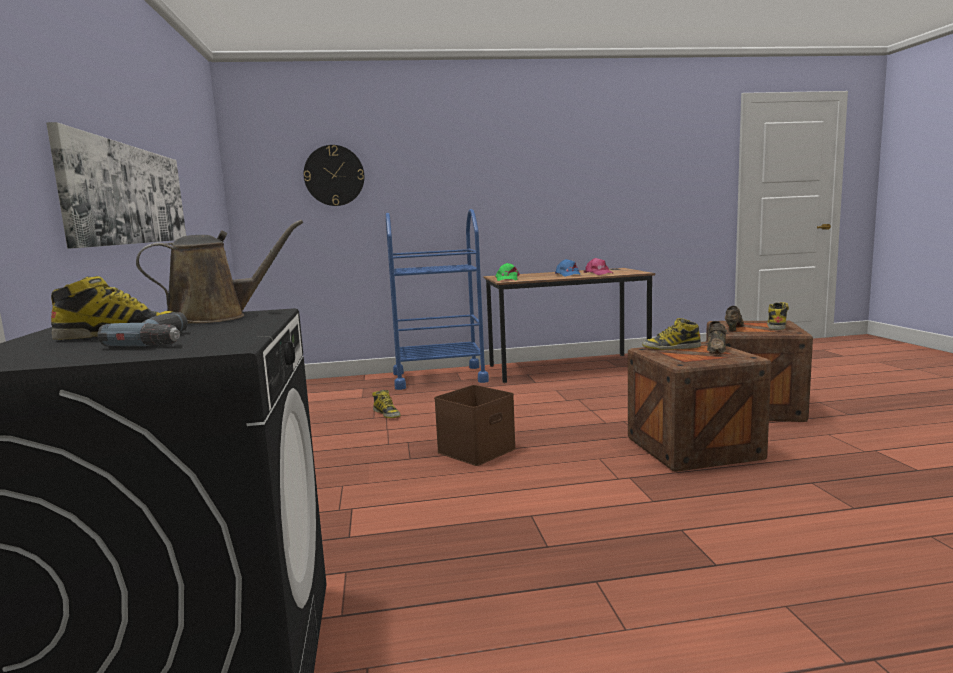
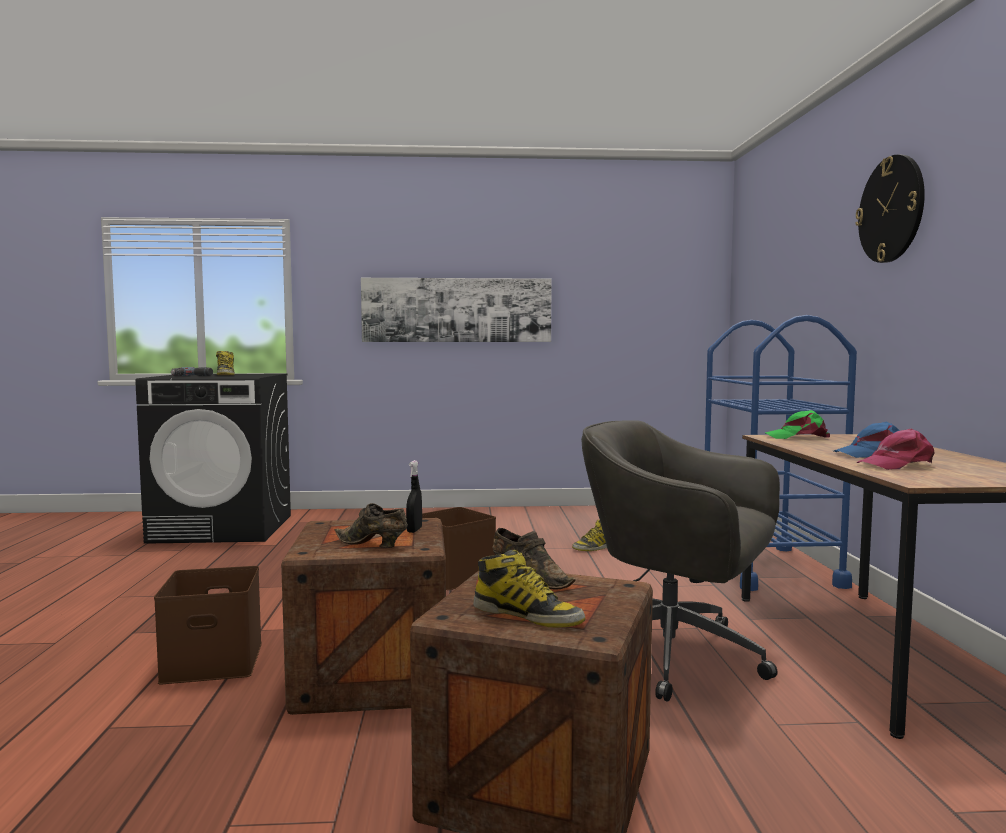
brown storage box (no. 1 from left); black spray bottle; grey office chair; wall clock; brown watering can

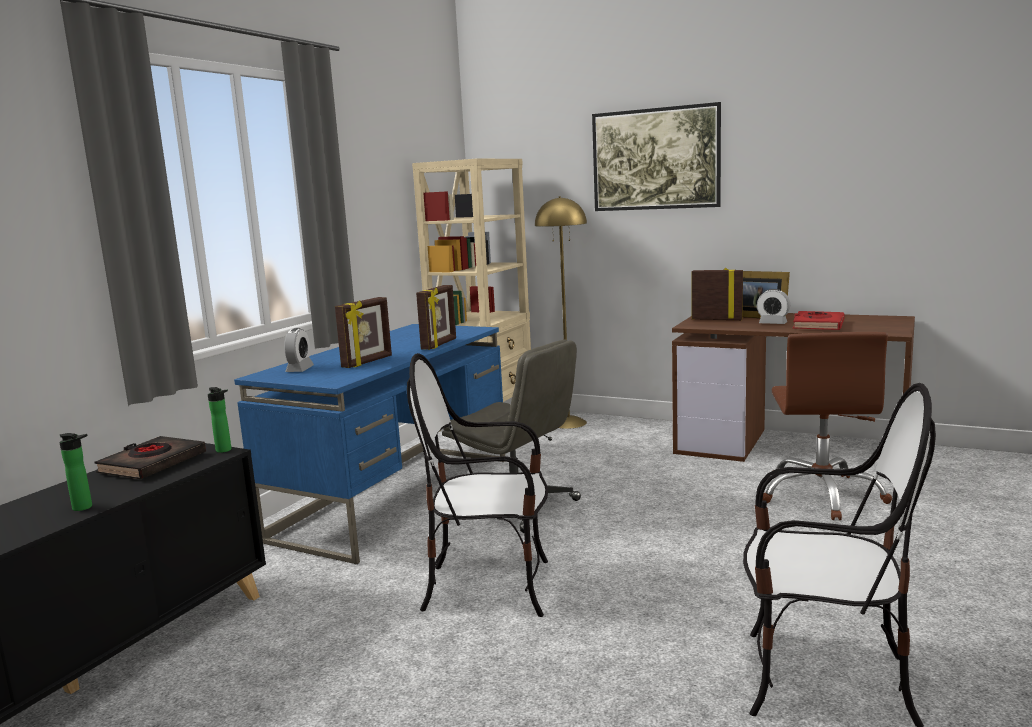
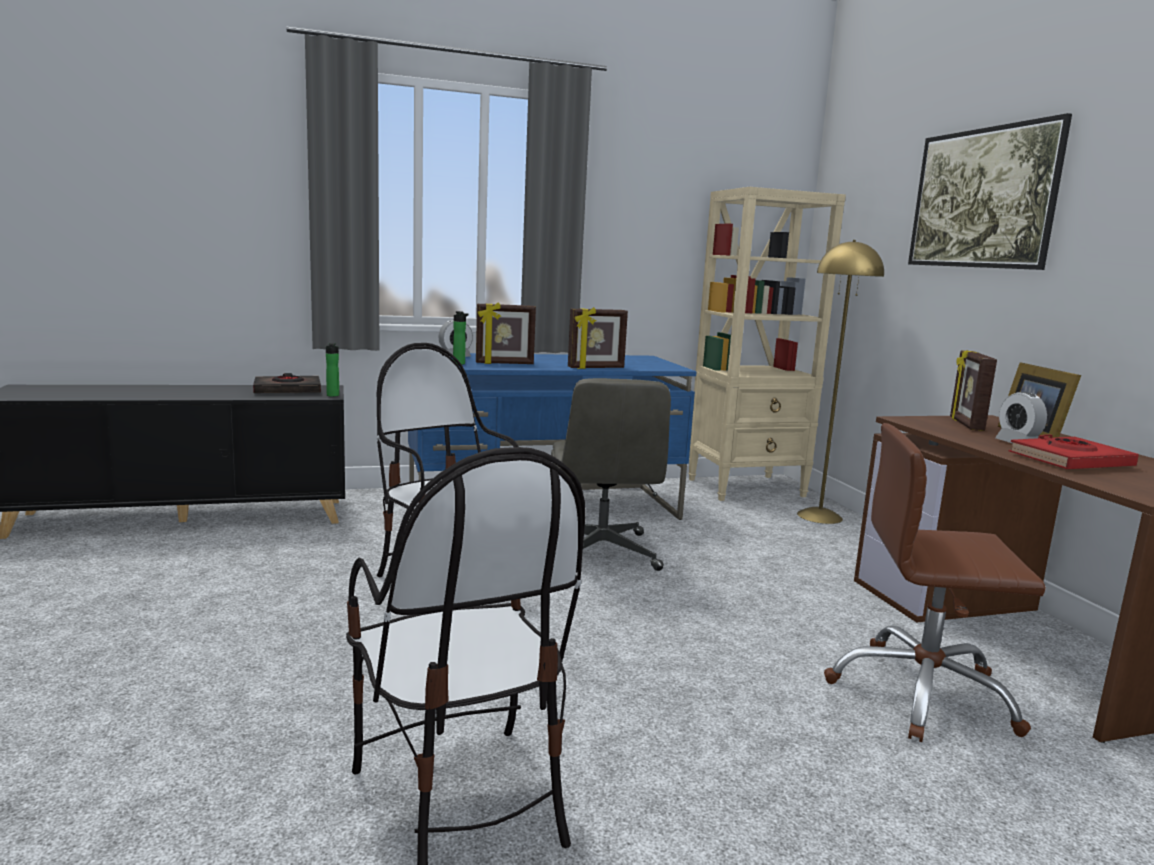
bottle (no. 2 from left); brown office chair; picture frame (no. 3 from left)

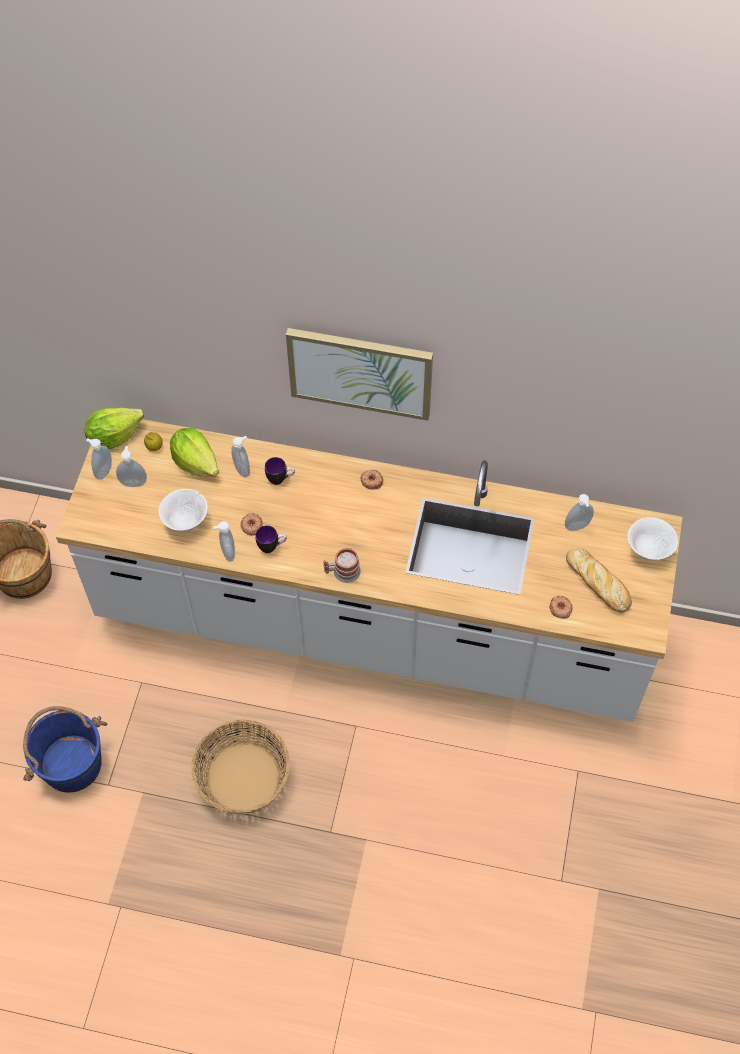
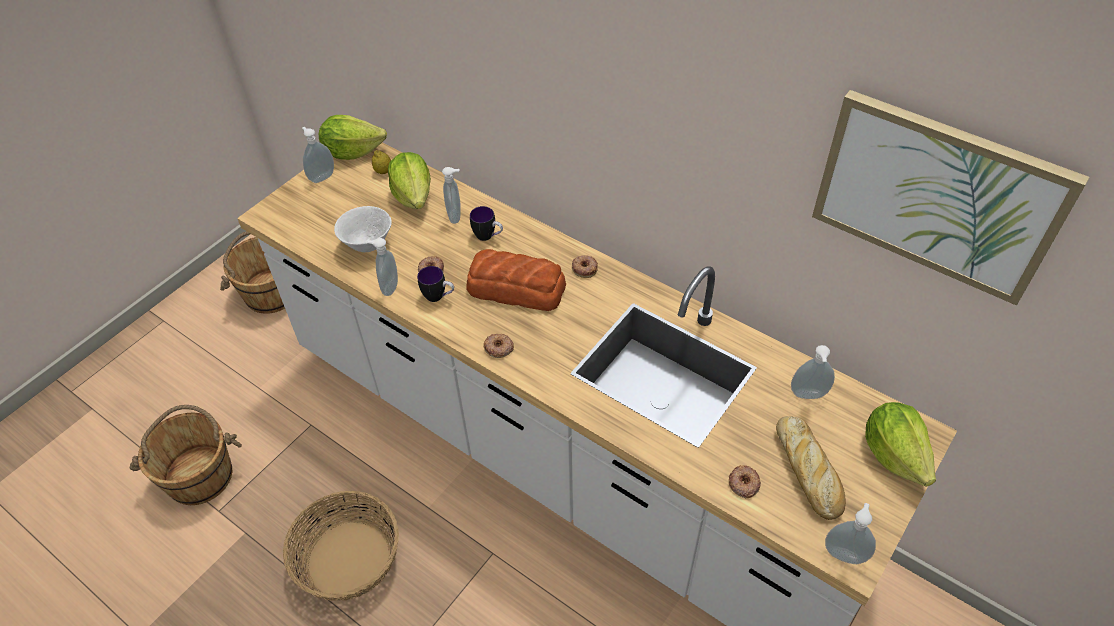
brown bucket (no. 1 from left); bread (no. 1 from left); donut (no. 2 from left); picture; soap dispenser (no. 5 from left); lettuce (no. 3 from left)

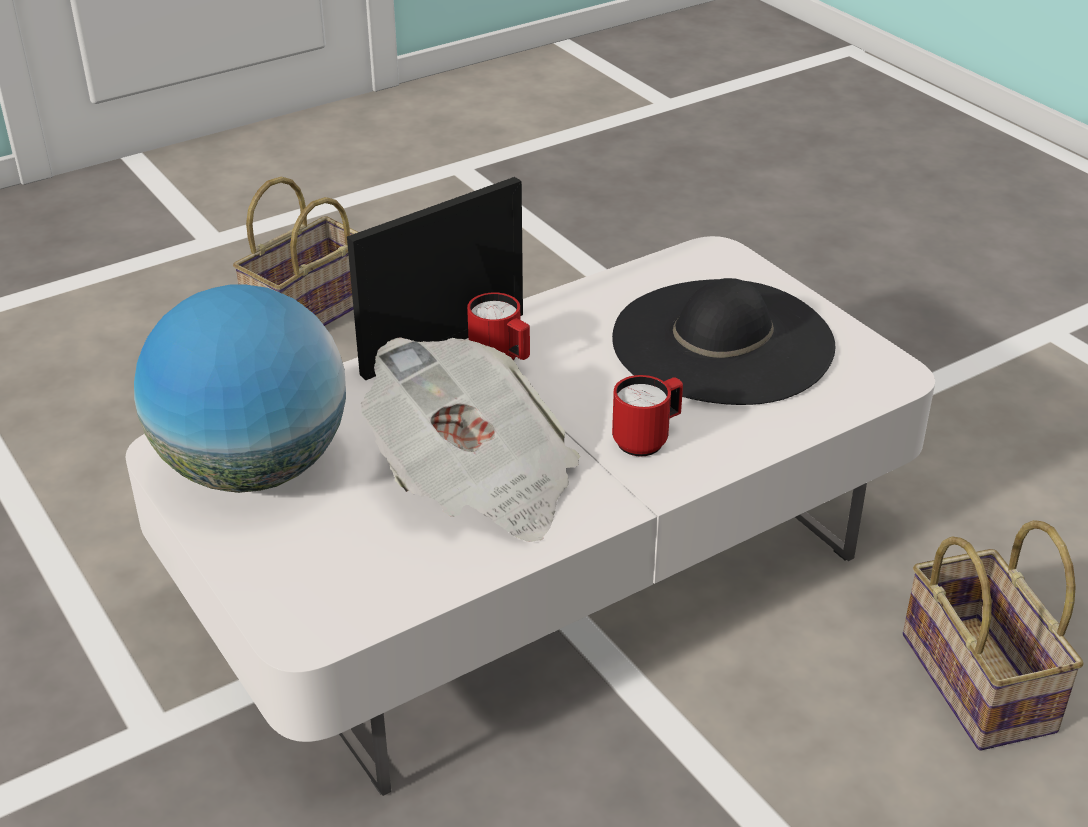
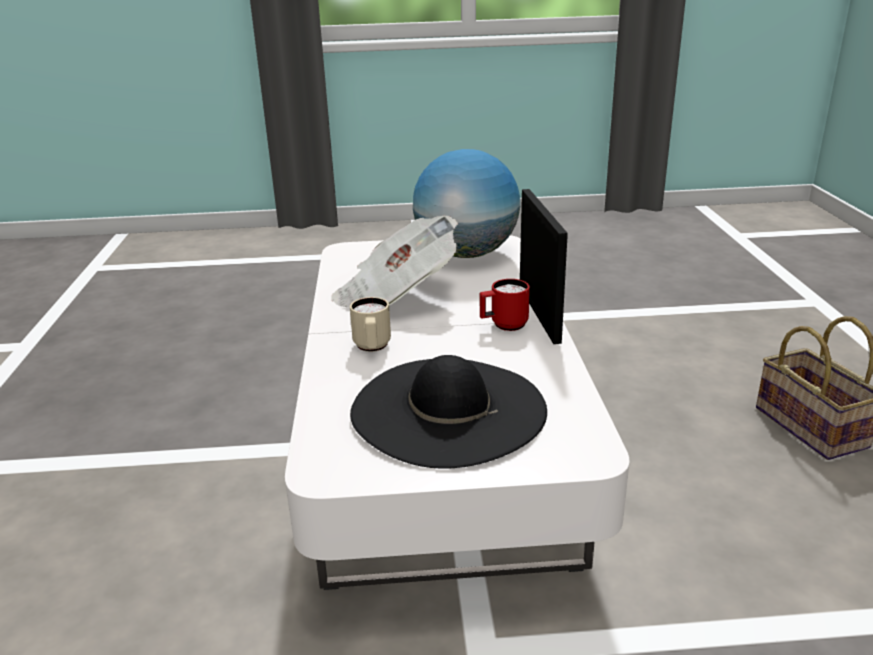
beige mug; basket (no. 2 from left in the first image)

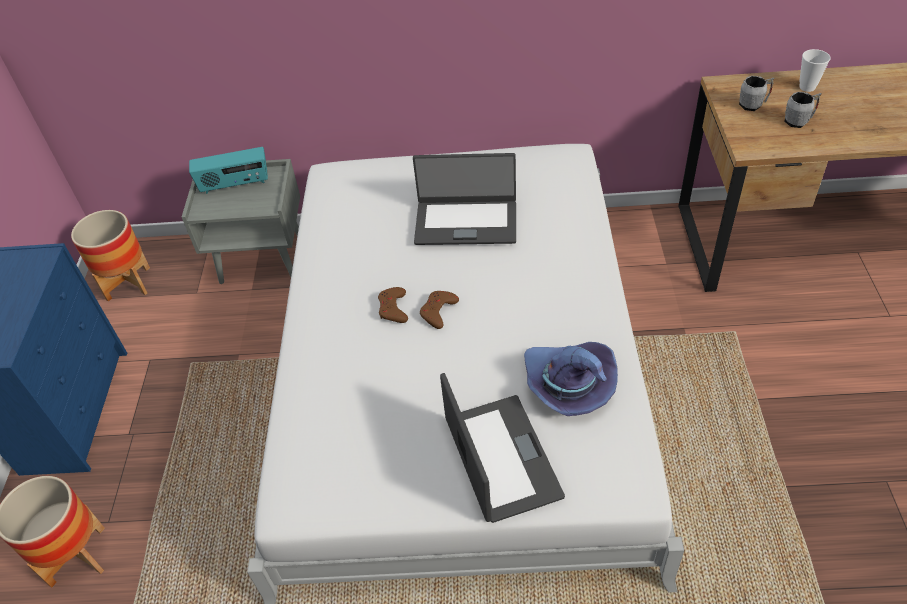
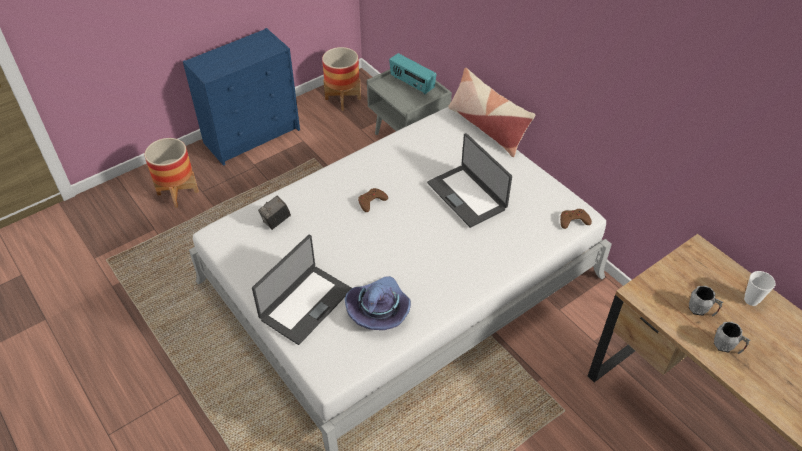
photo camera; pillow; brown game controller (no. 2 from left); grey mug (no. 2 from left)

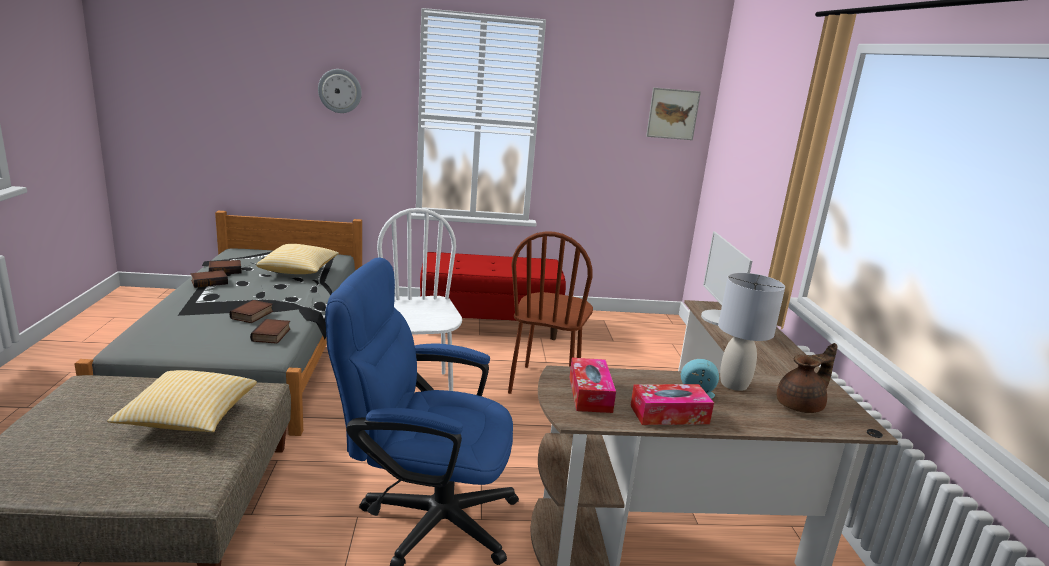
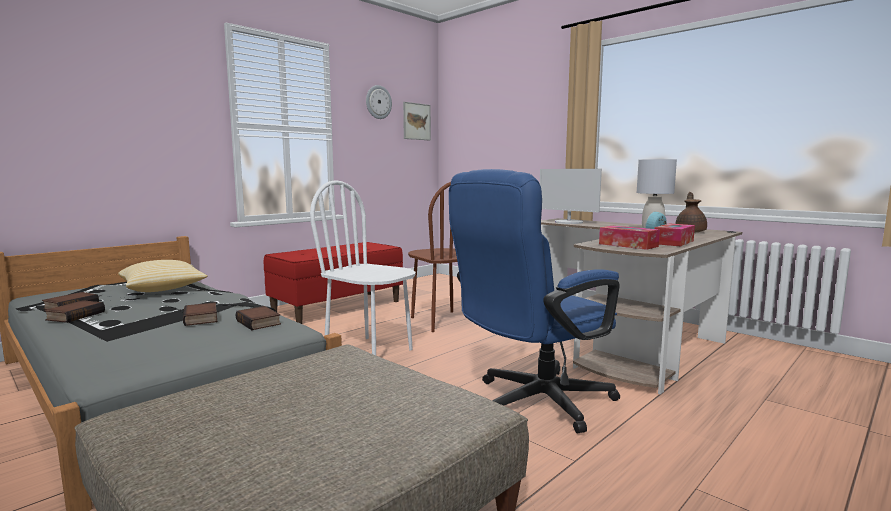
wall clock; pillow (no. 1 from left in the first image)

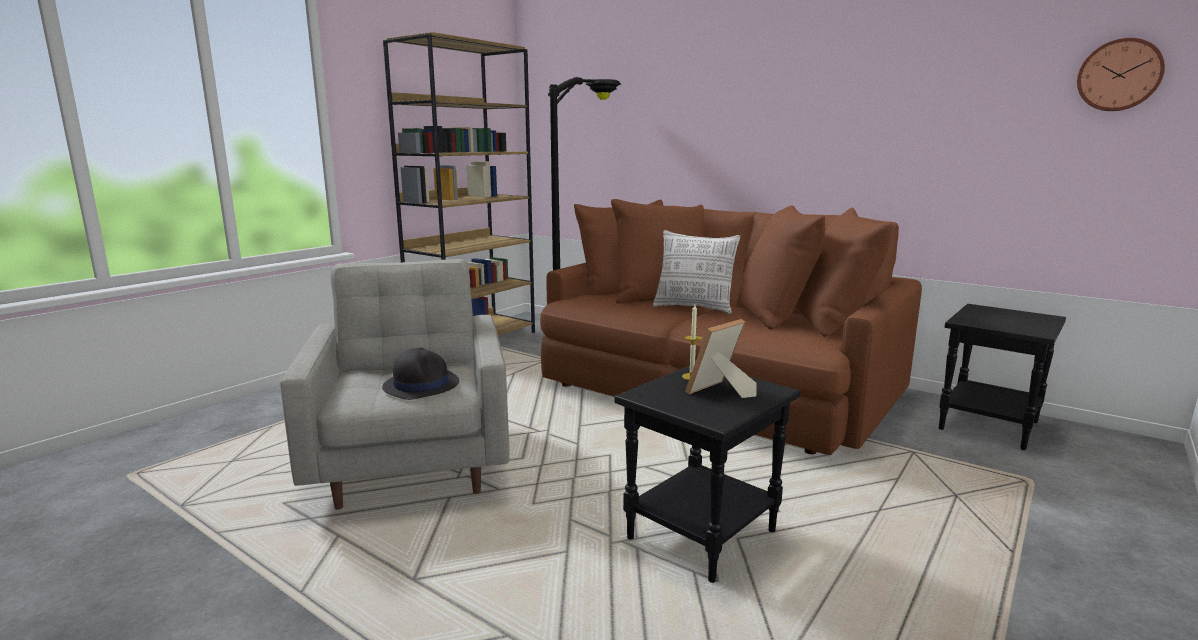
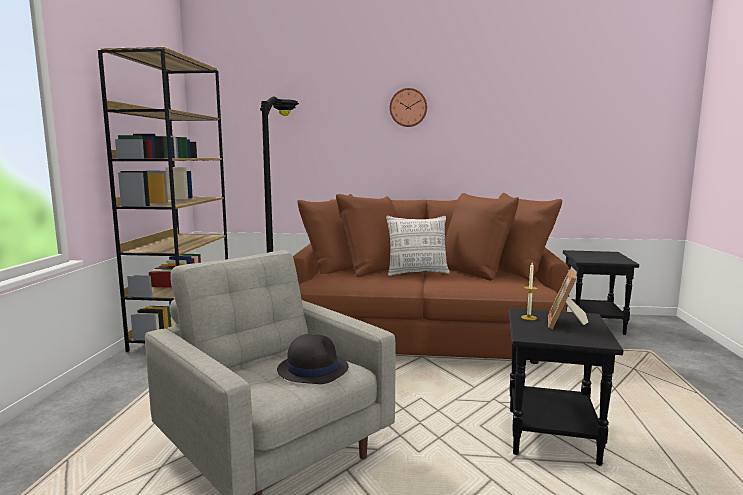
wall clock

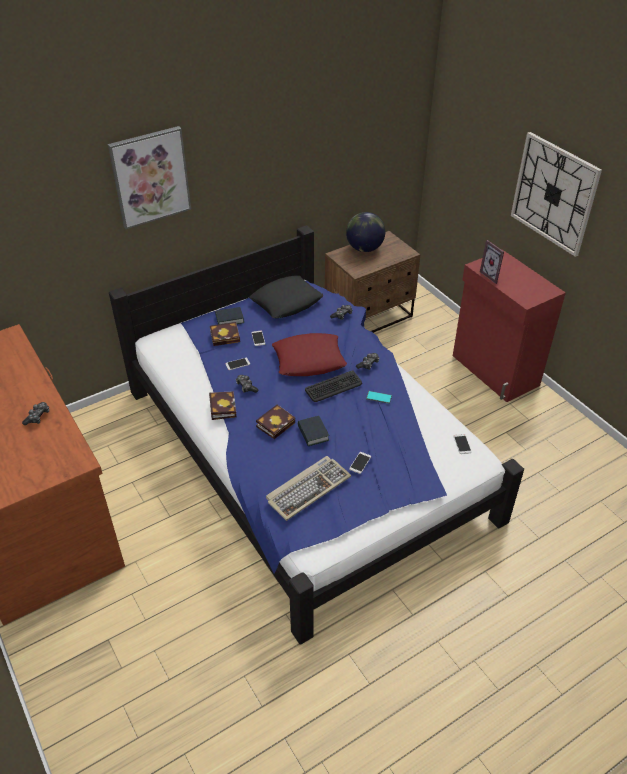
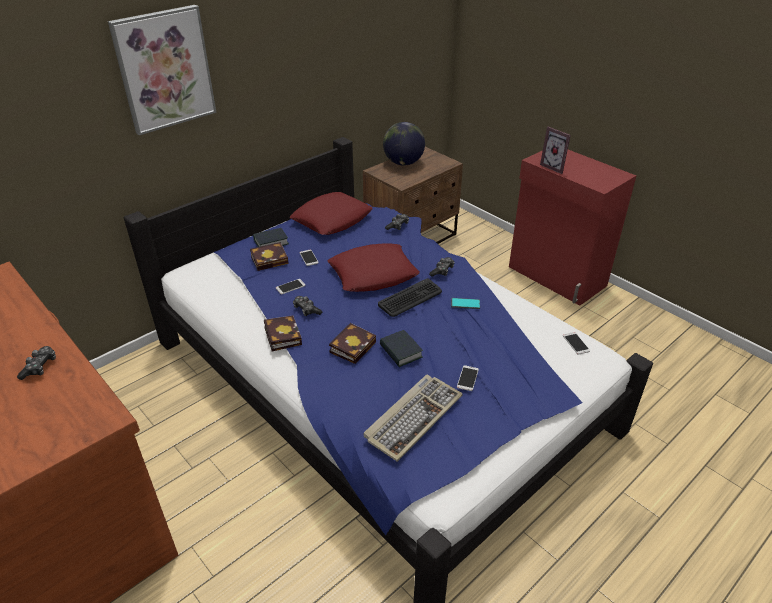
red pillow (no. 1 from left); wall clock

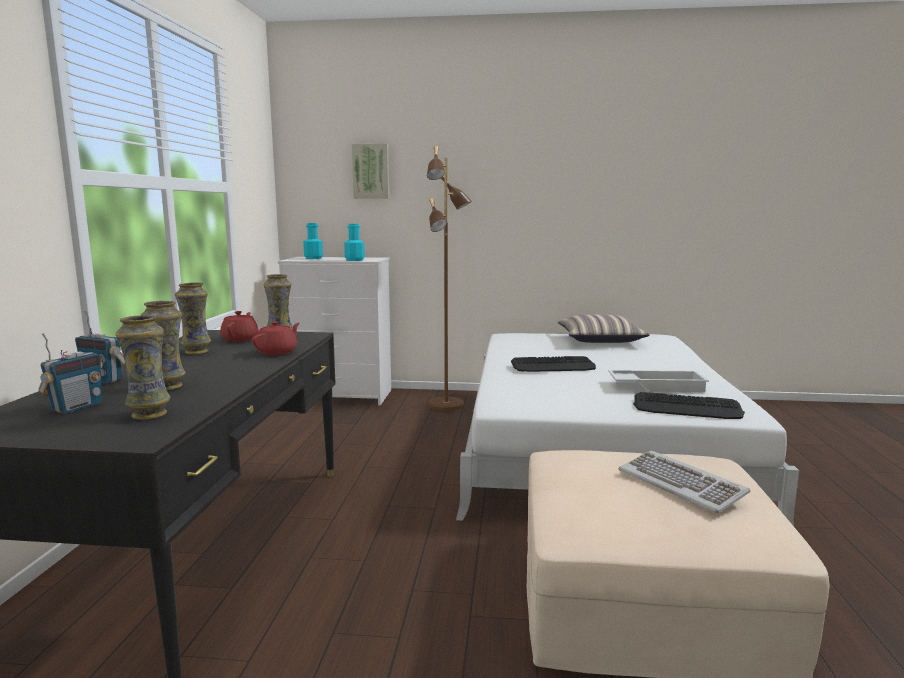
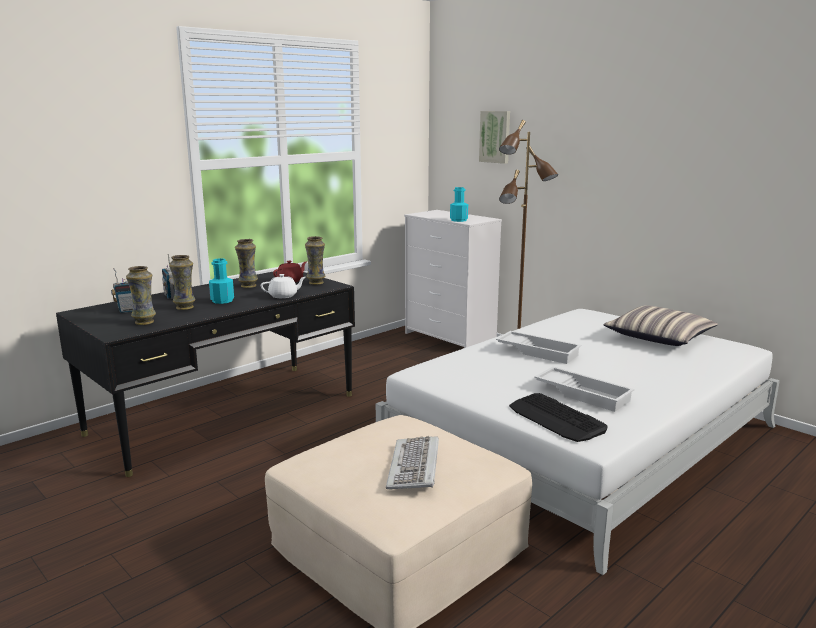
turquoise bottle (no. 1 from left); white teapot; white tray (no. 1 from left)

